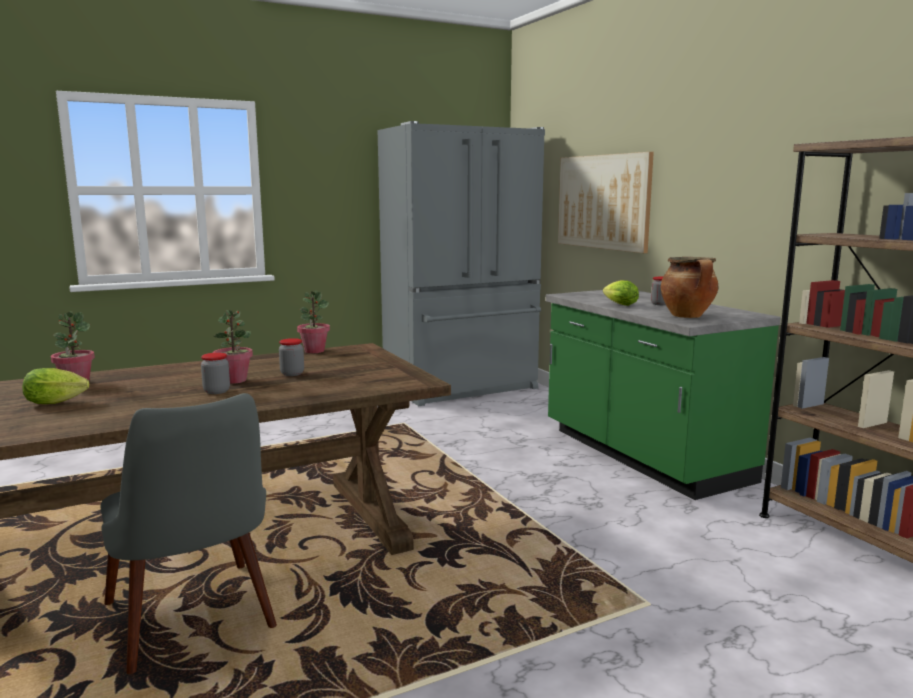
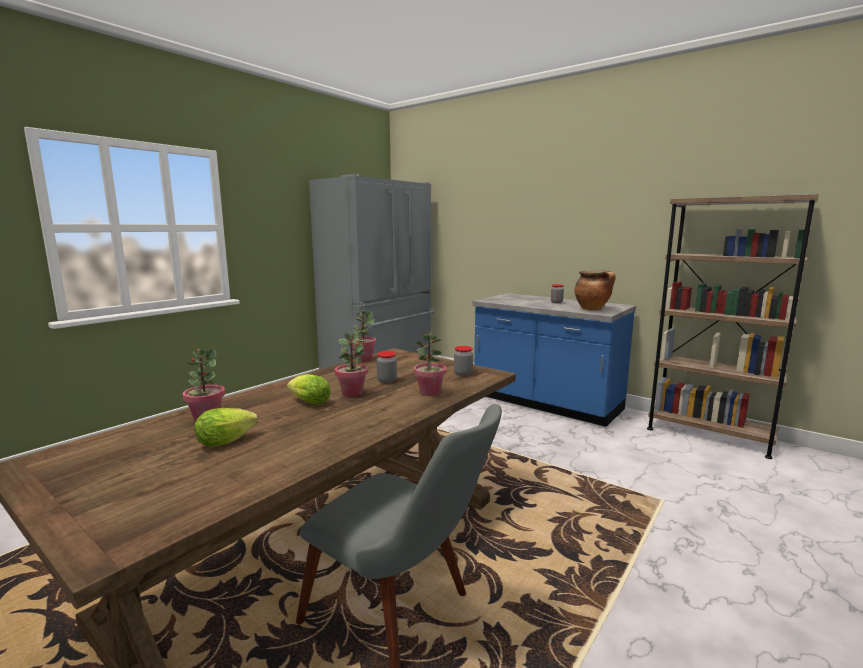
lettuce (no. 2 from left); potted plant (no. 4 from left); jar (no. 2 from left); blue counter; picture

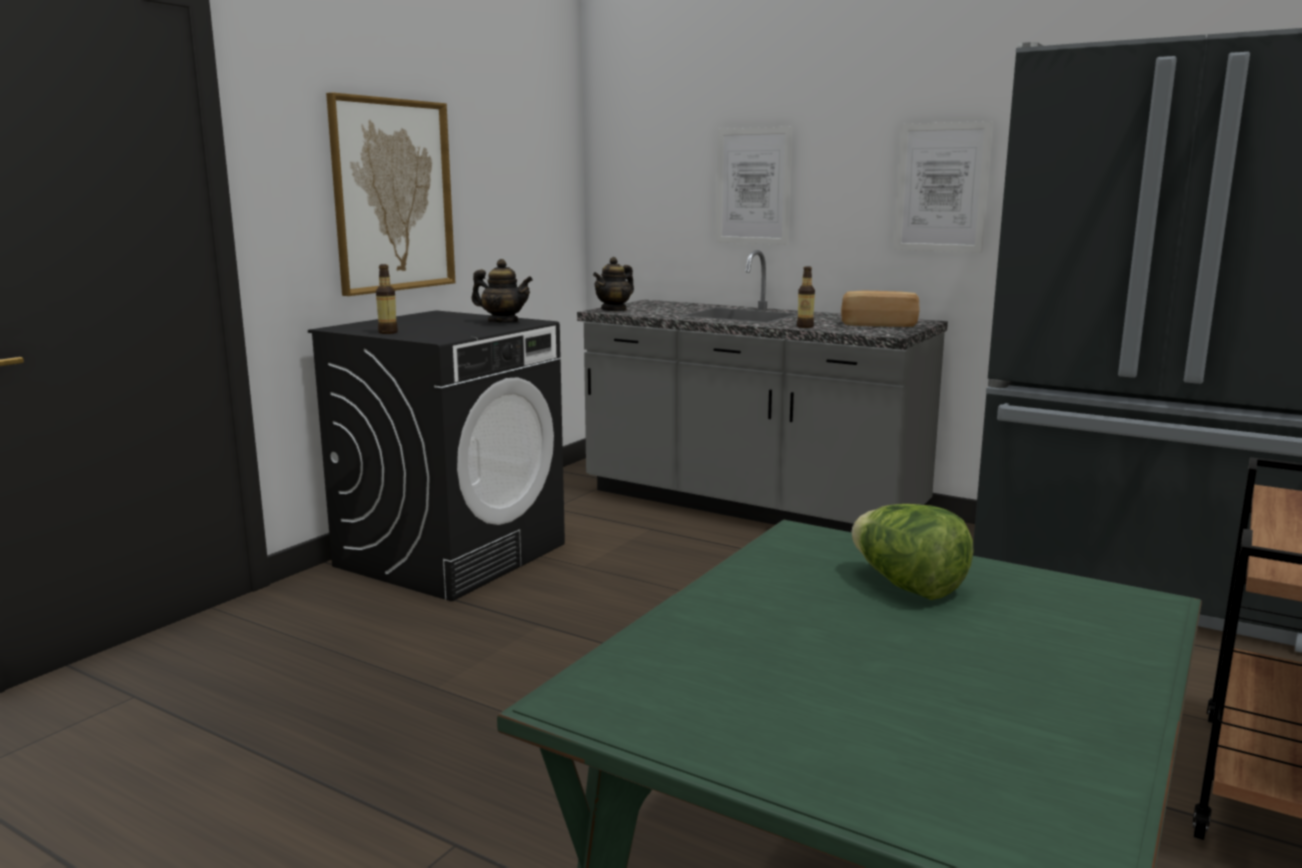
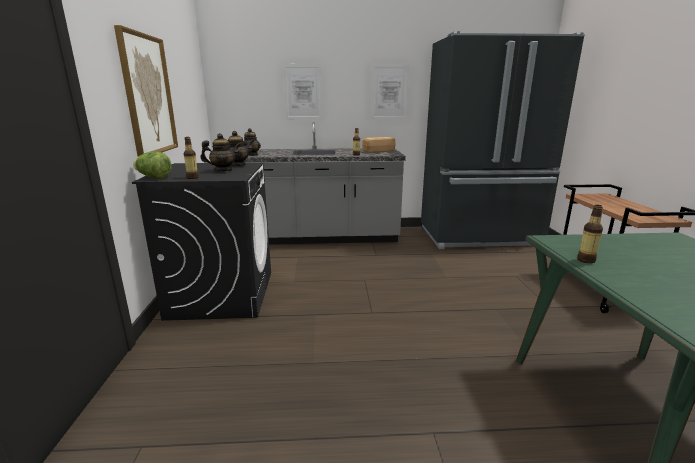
lettuce; teapot (no. 1 from left); bottle (no. 3 from left)

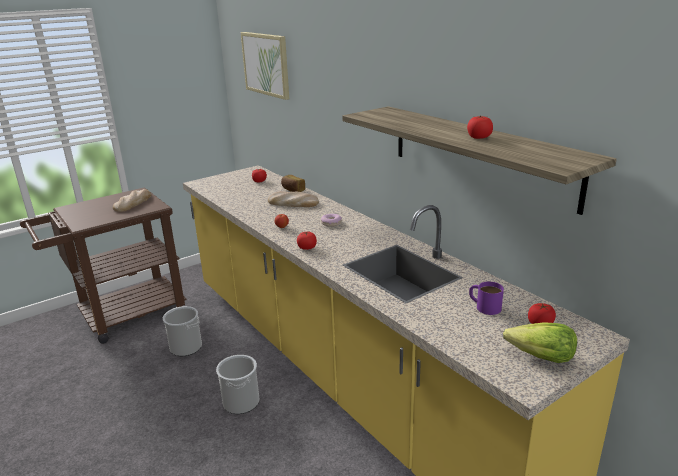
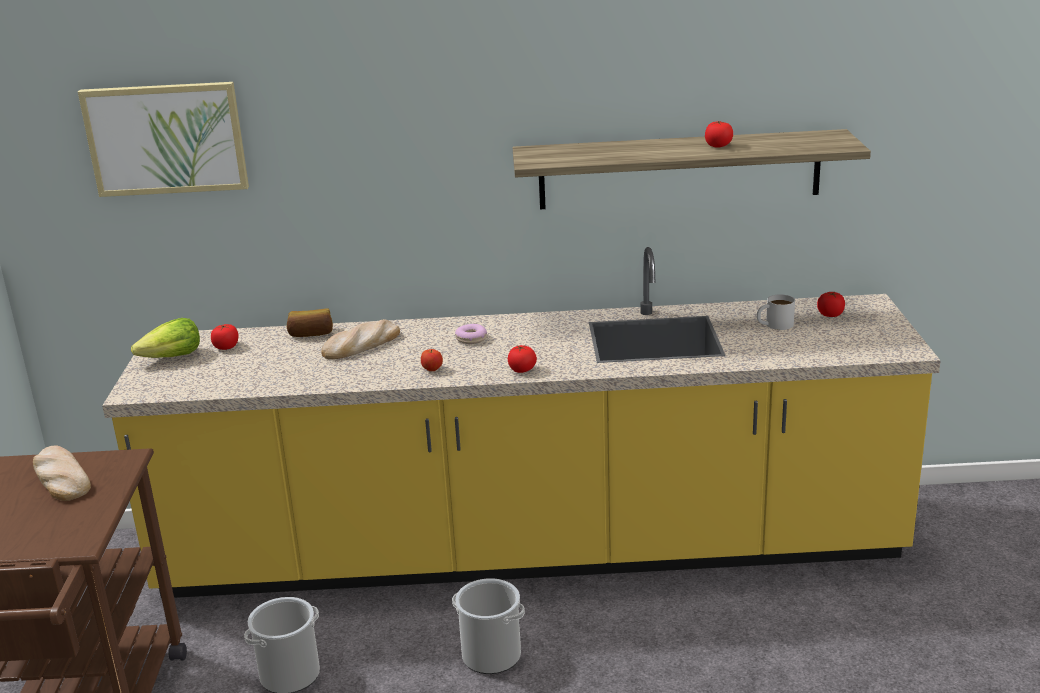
lettuce; white mug

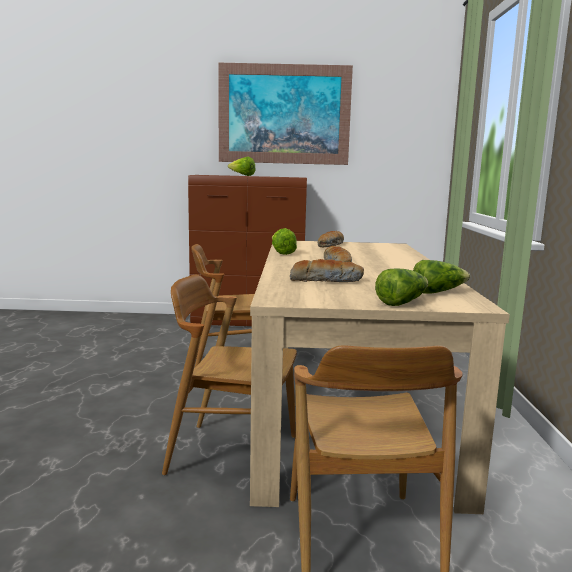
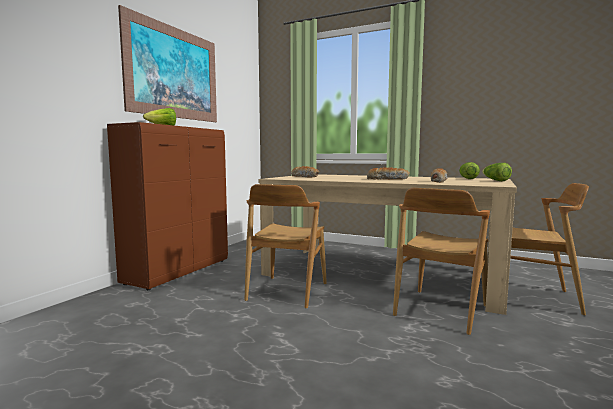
lettuce (no. 2 from left in the first image)

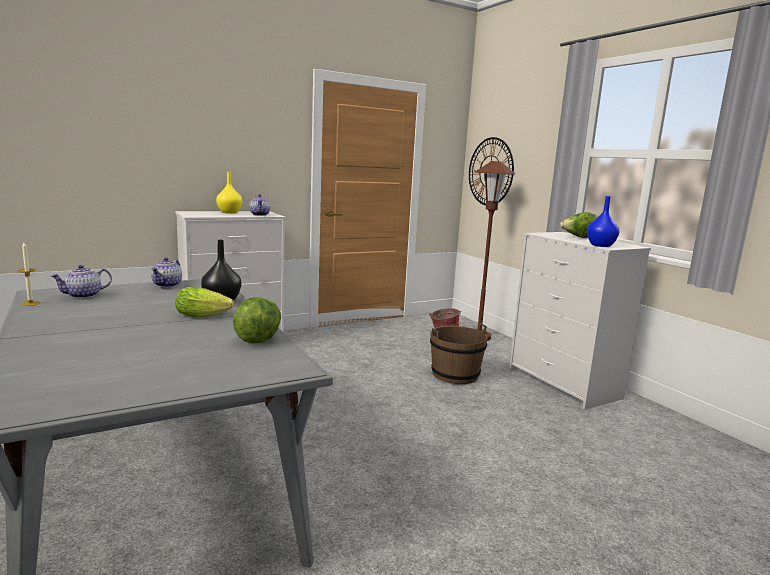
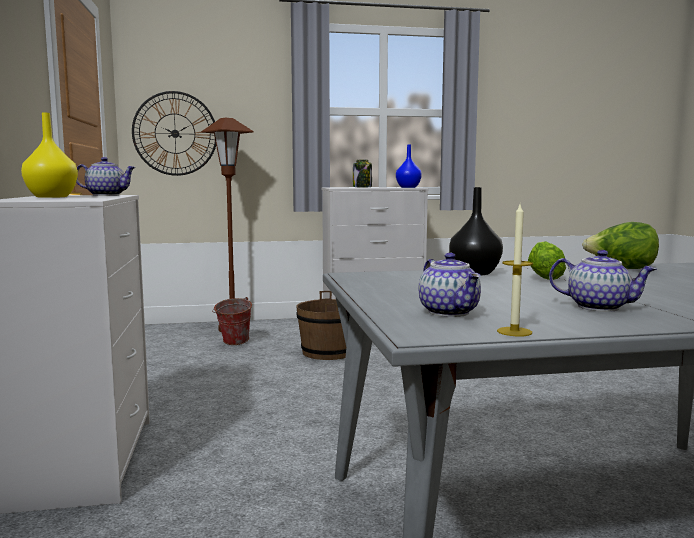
jar; teapot (no. 3 from left)

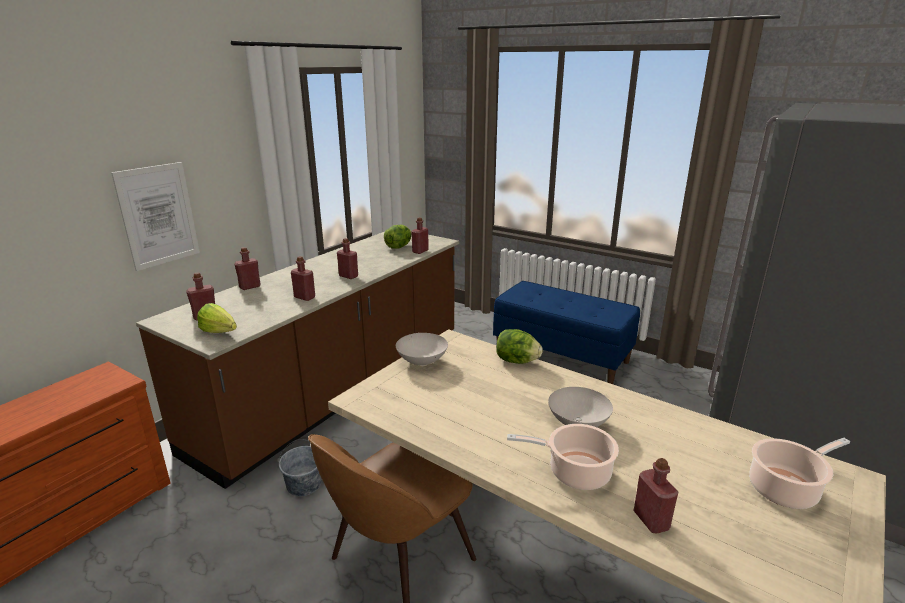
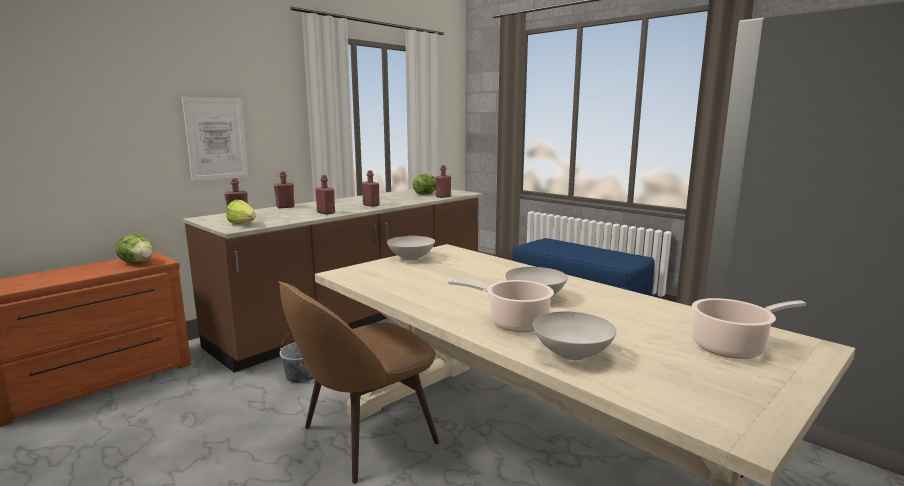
lettuce (no. 1 from left); white bowl (no. 3 from left)

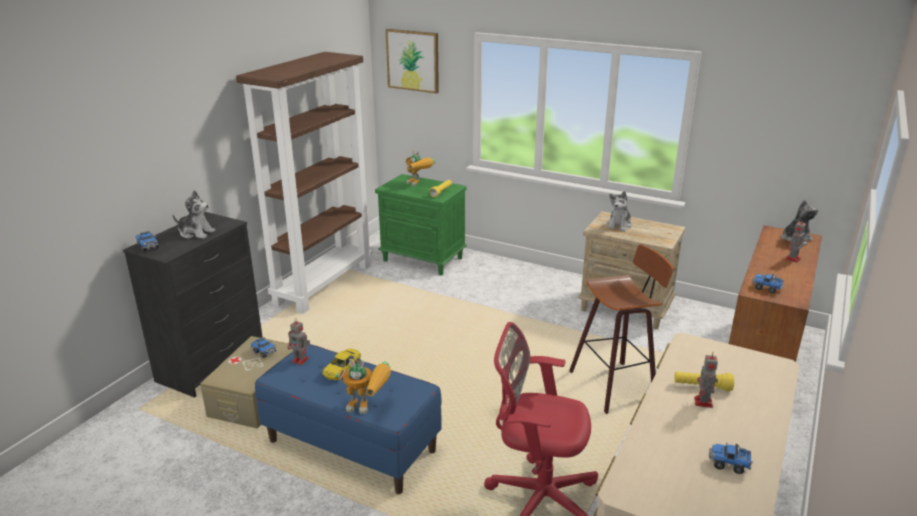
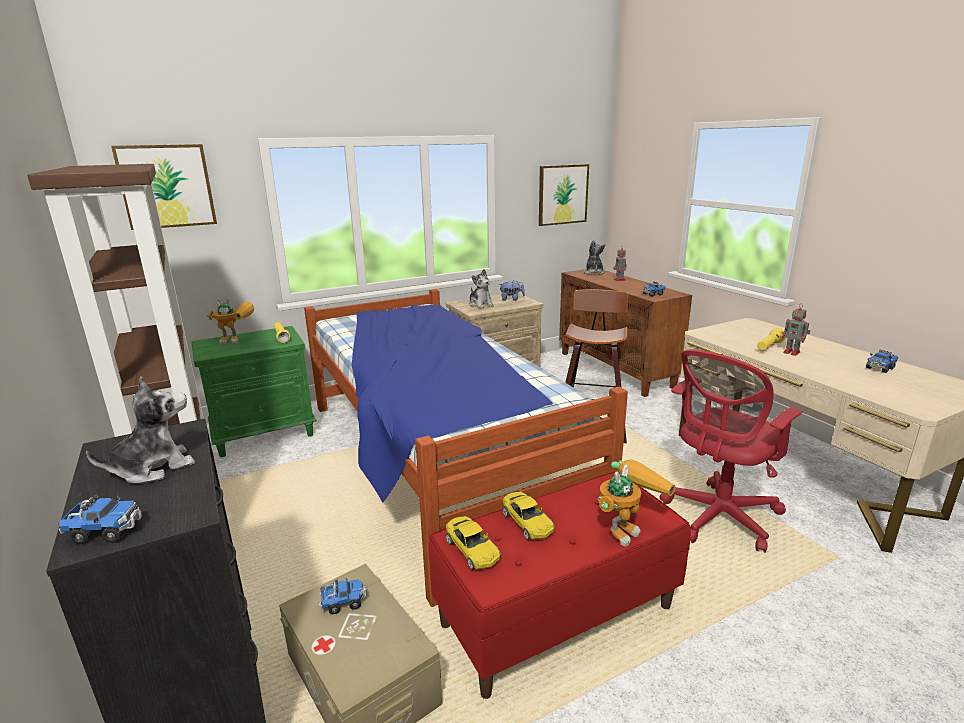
bed; red bench; yellow toy car (no. 1 from left); plush toy (no. 3 from left); picture (no. 2 from left)

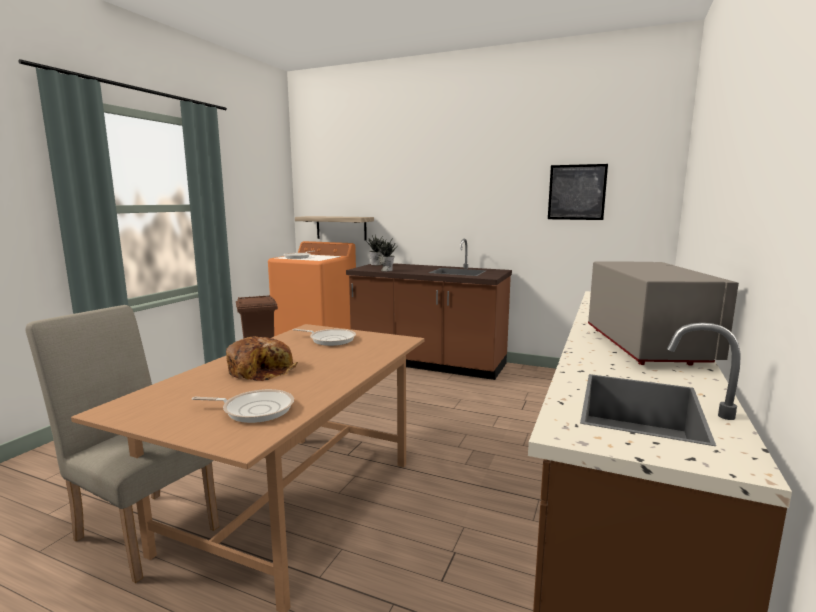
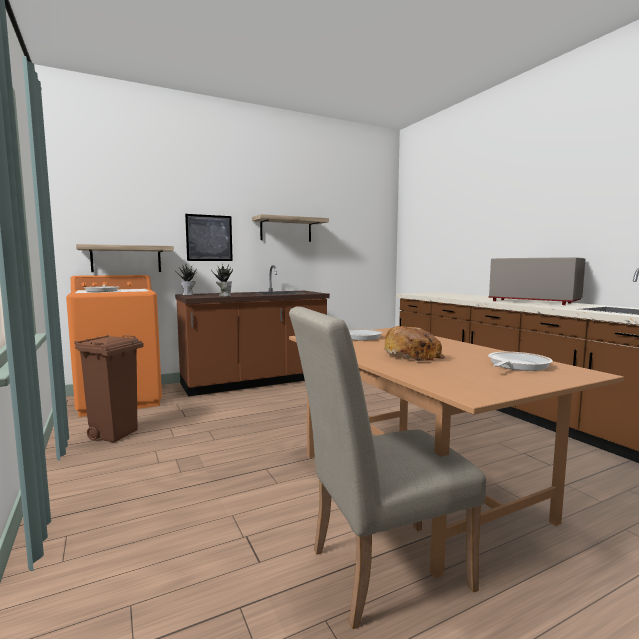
picture; shelf (no. 2 from left)

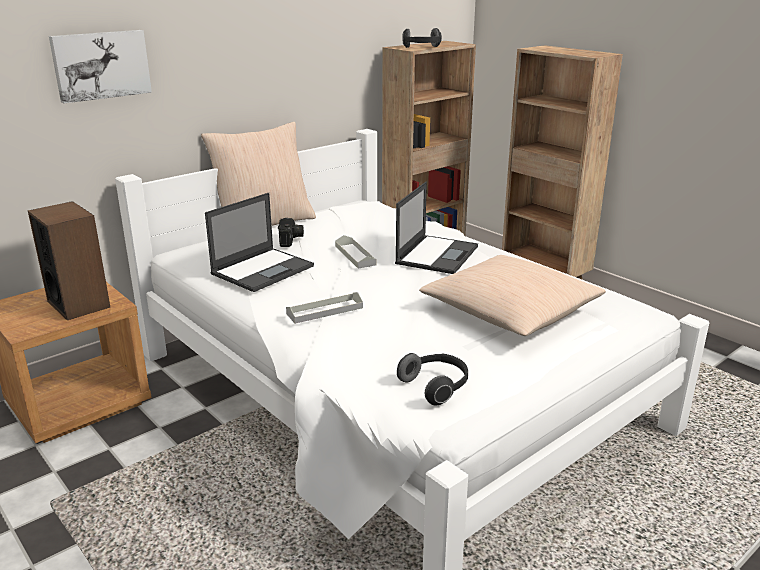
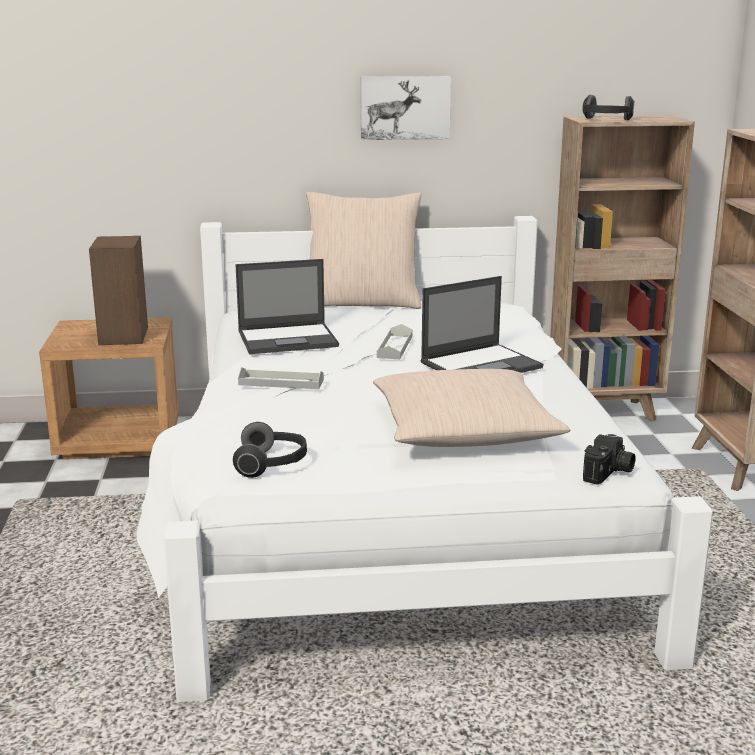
picture; photo camera

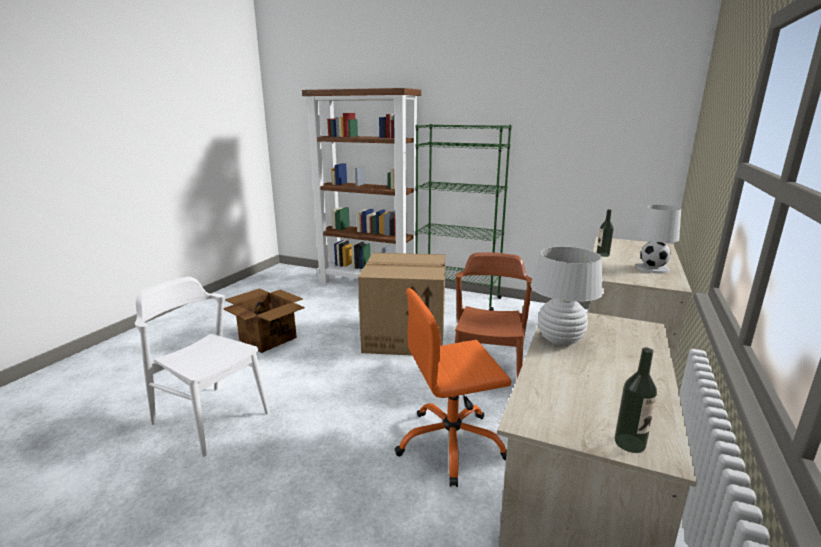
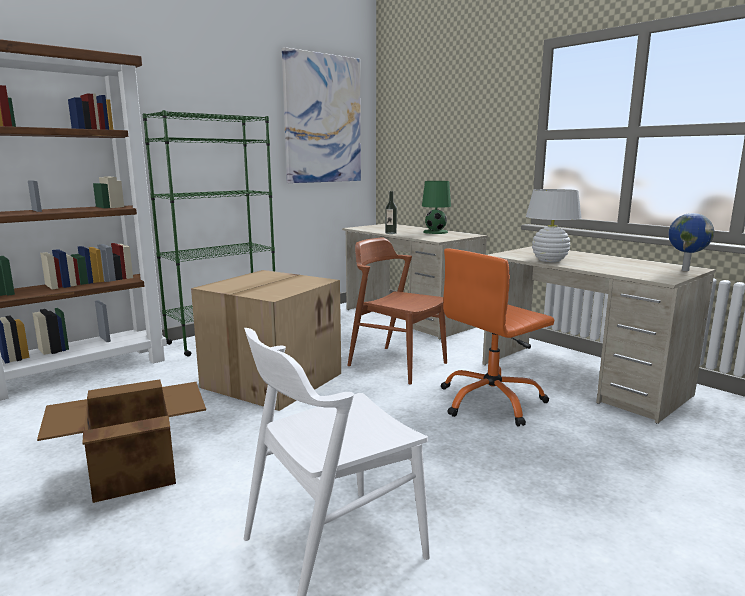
picture; green table lamp; orange office chair; globe

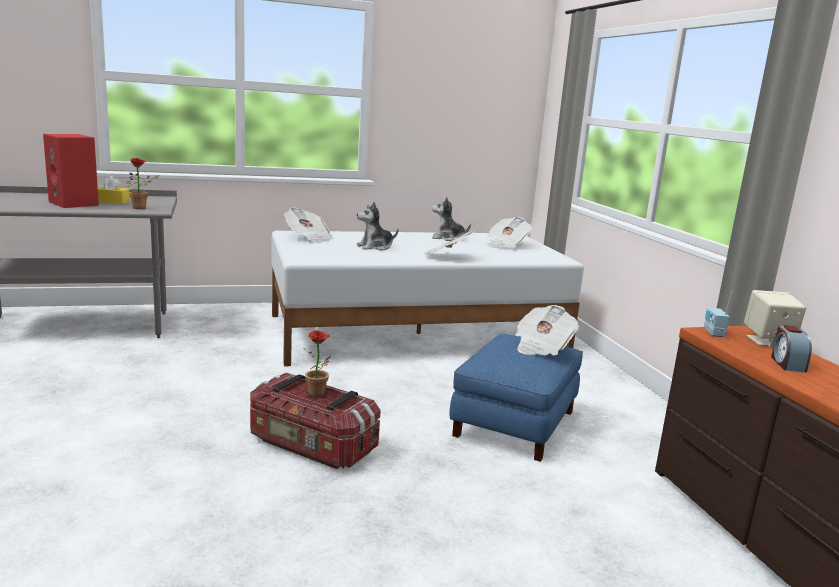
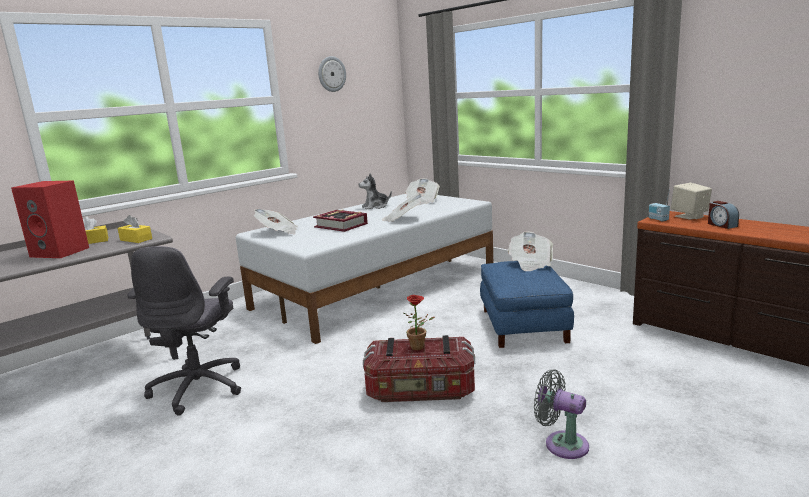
yellow tissue box (no. 2 from left); grey office chair; book; wall clock; grey fan

